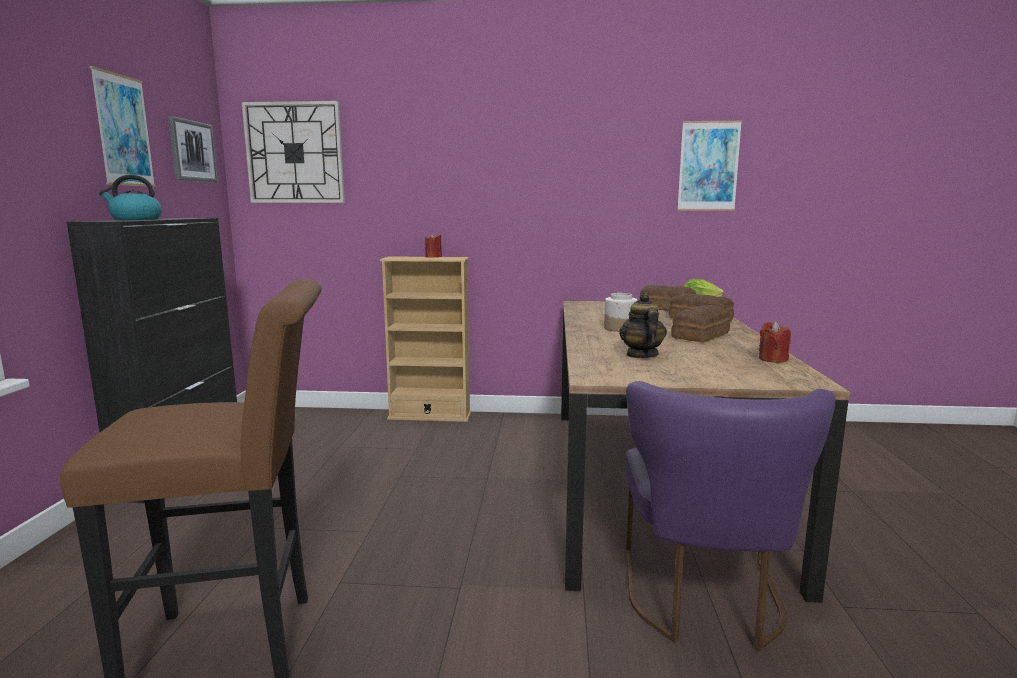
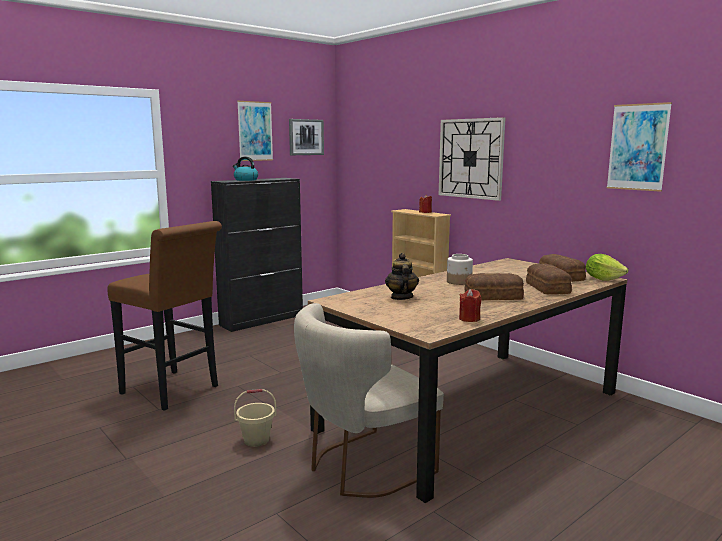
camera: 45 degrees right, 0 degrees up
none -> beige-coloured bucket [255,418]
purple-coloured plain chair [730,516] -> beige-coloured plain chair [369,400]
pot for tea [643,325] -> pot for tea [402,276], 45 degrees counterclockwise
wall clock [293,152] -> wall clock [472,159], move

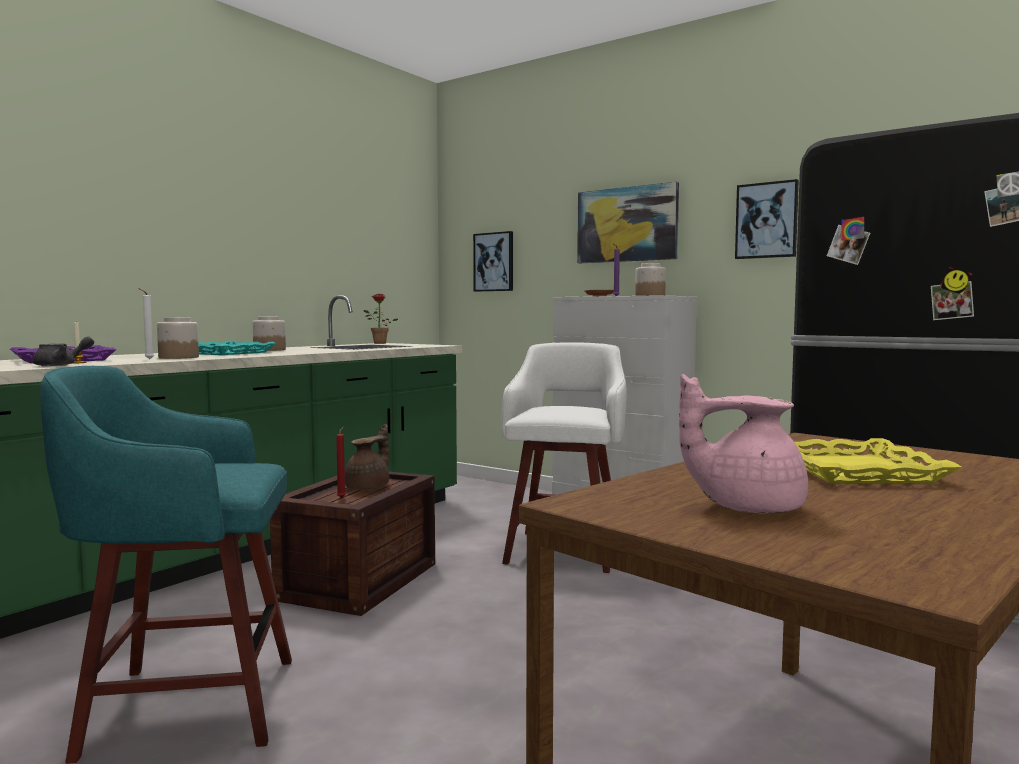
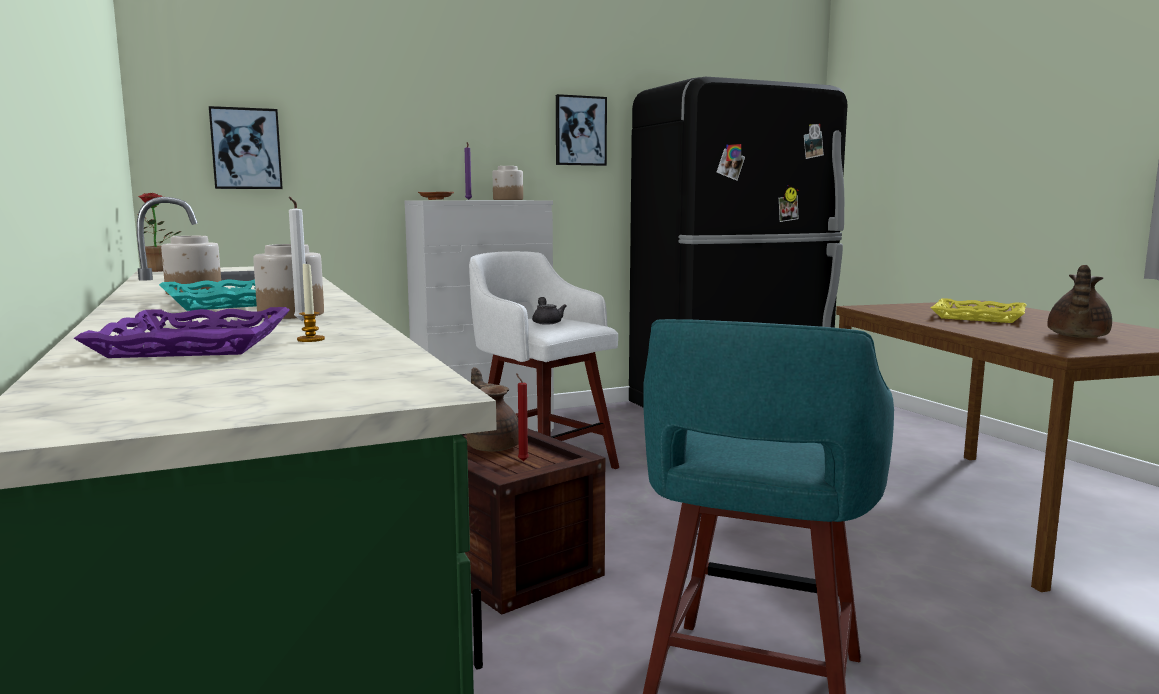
camera: 60 degrees left, 5 degrees up
gray pot for tea [63,351] -> gray pot for tea [549,311], move
pinkish pot for tea [743,444] -> brownish pot for tea [1079,301]
picture [628,222] -> none

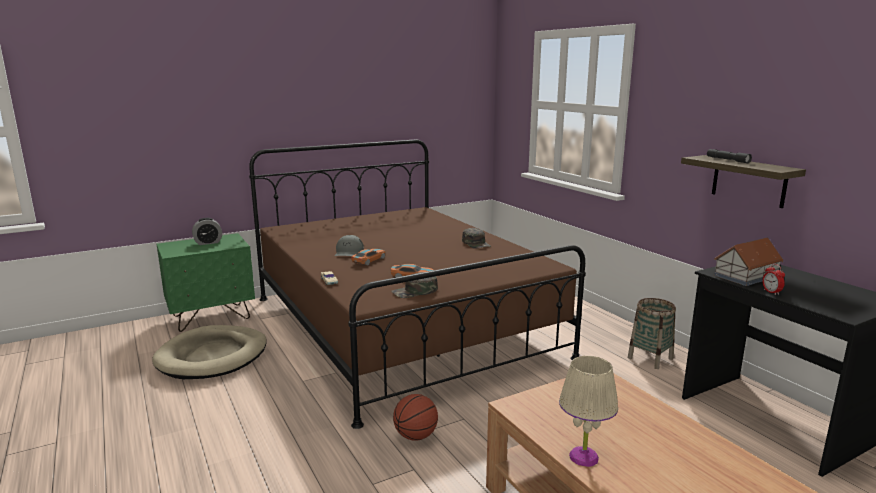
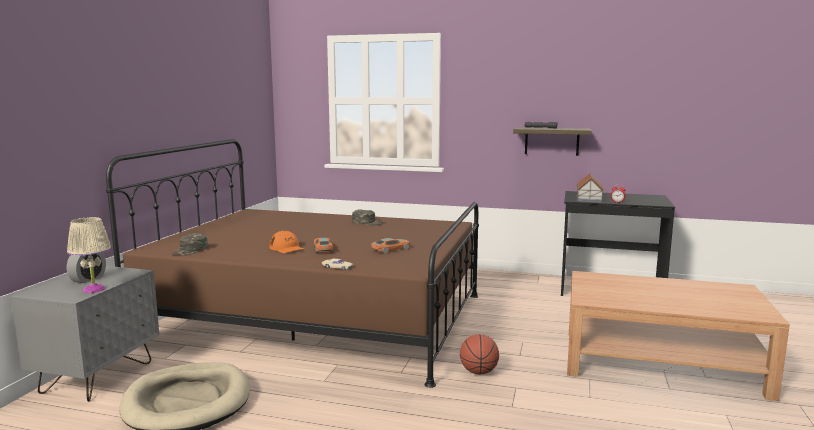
camera: 45 degrees left, 5 degrees down
green night table [206,282] -> gray night table [85,334]
beige-coloured table lamp [588,411] -> beige-coloured table lamp [89,255], move
green cap [414,285] -> green cap [189,244], move
gray cap [349,245] -> orange cap [287,242]
household basket [652,333] -> none

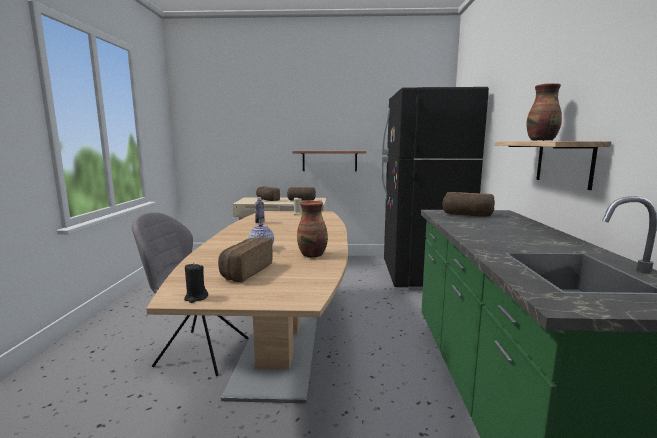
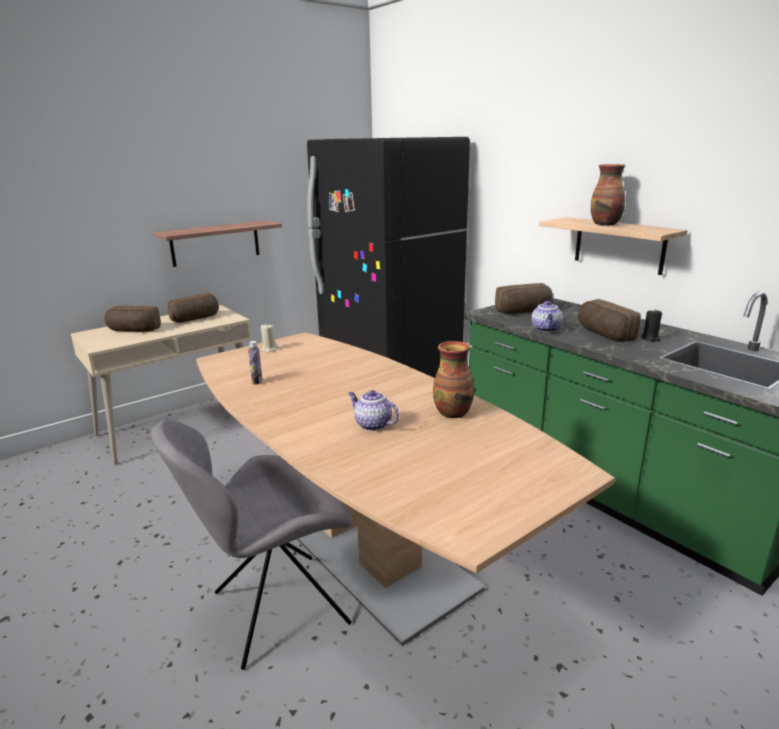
camera: 40 degrees left, 10 degrees up
none -> pot for tea [547,316]
bread [245,260] -> bread [609,320], move
black candle [196,283] -> black candle [651,325], move

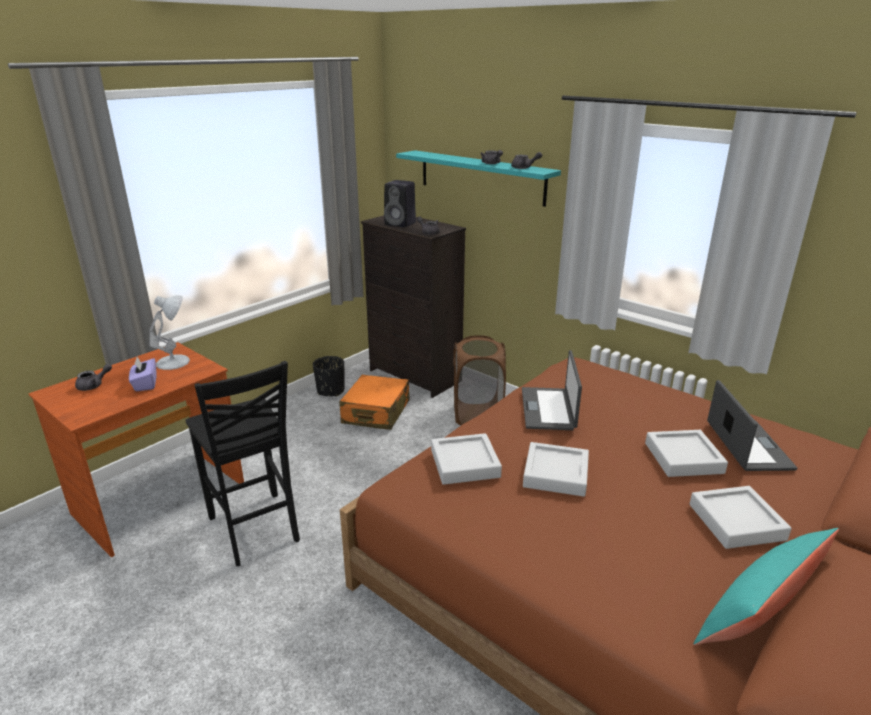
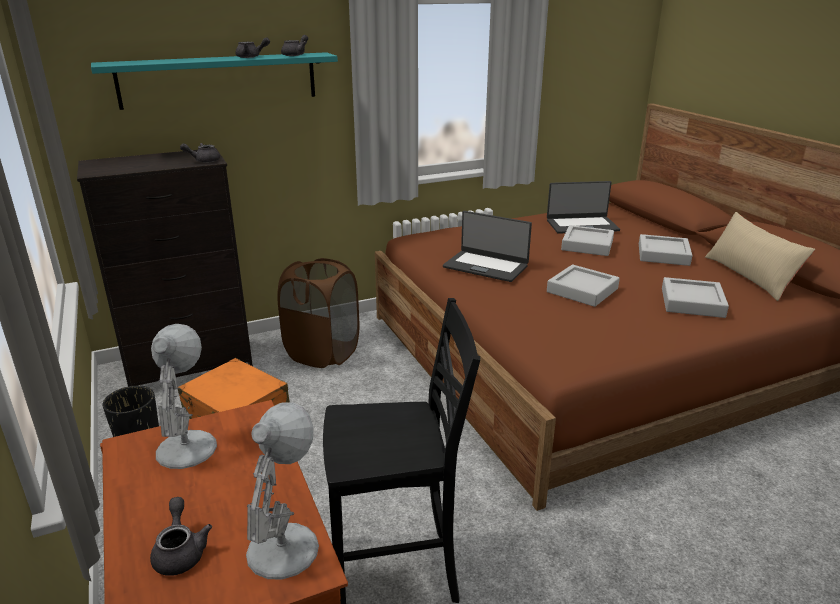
camera: 65 degrees left, 0 degrees up
none -> white table lamp [282,491]
notebook computer [752,425] -> notebook computer [583,207], 150 degrees clockwise
gray carrying tray [466,459] -> gray carrying tray [695,297], move
turquoise-coloured pillow [766,586] -> beige-coloured pillow [760,256]
purple-coloured tissue holder [142,374] -> none
black audio speaker [400,204] -> none

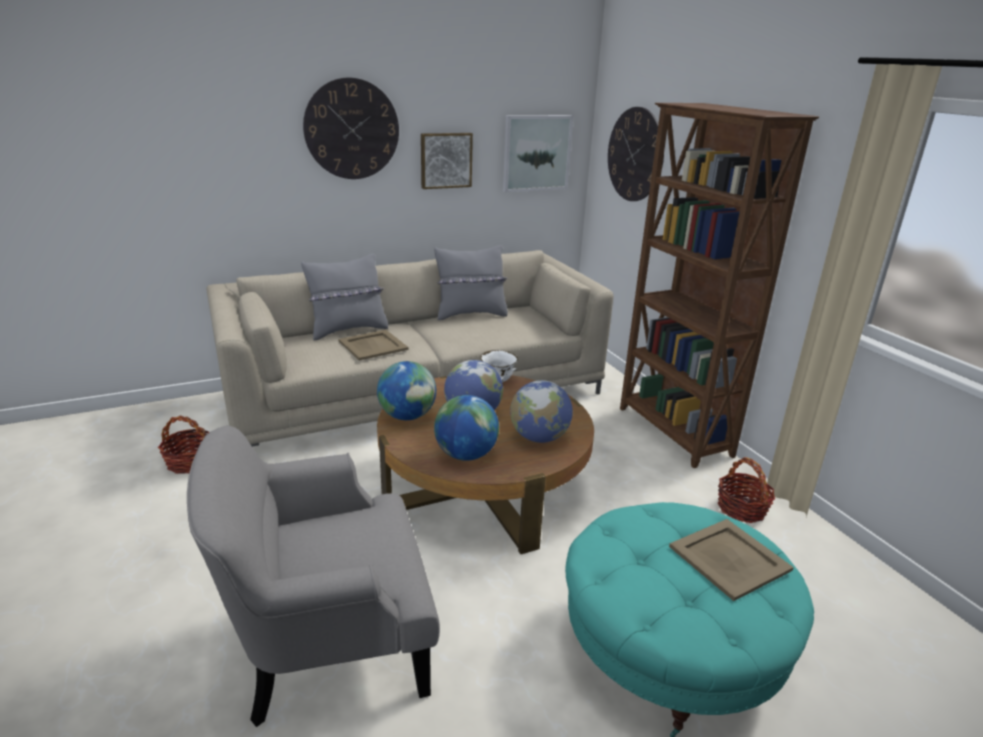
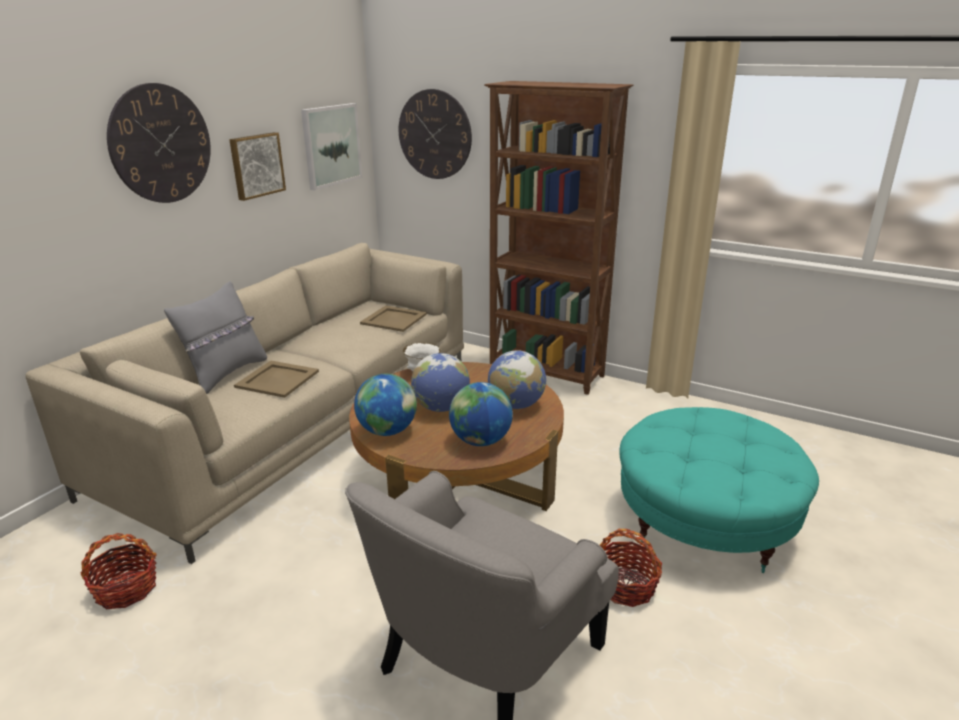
camera: 35 degrees left, 0 degrees up
beige-coloured carrying tray [731,560] -> beige-coloured carrying tray [393,318], move
household basket [746,490] -> household basket [631,568], move
gray pillow [471,282] -> none

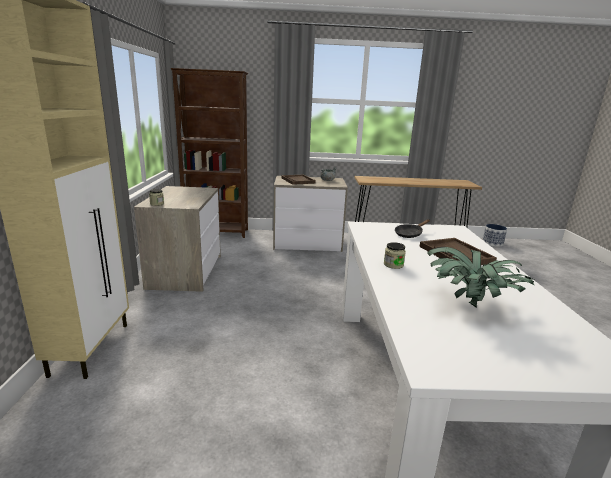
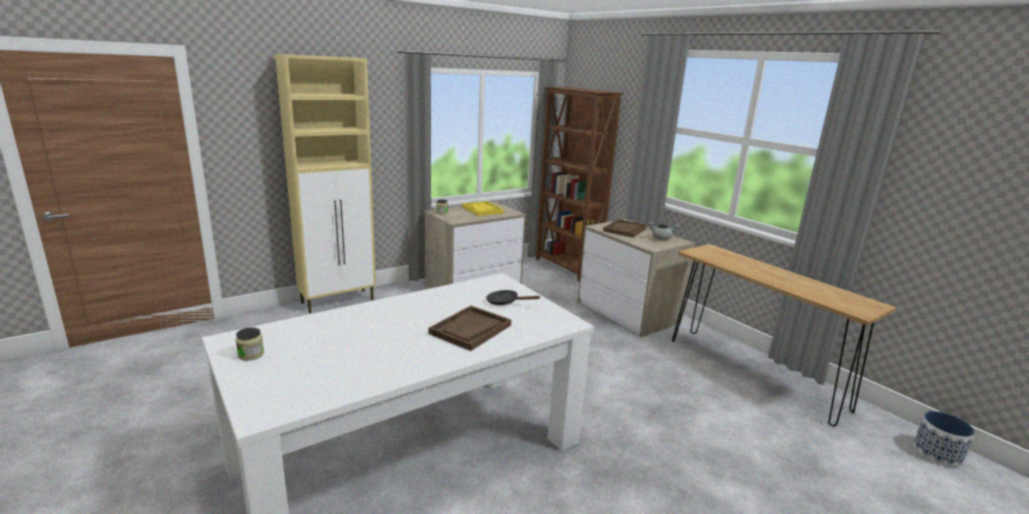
camera: 55 degrees right, 0 degrees up
jar [395,255] -> jar [250,344], move
none -> yellowish carrying tray [483,208]
plant in a pot [480,277] -> none

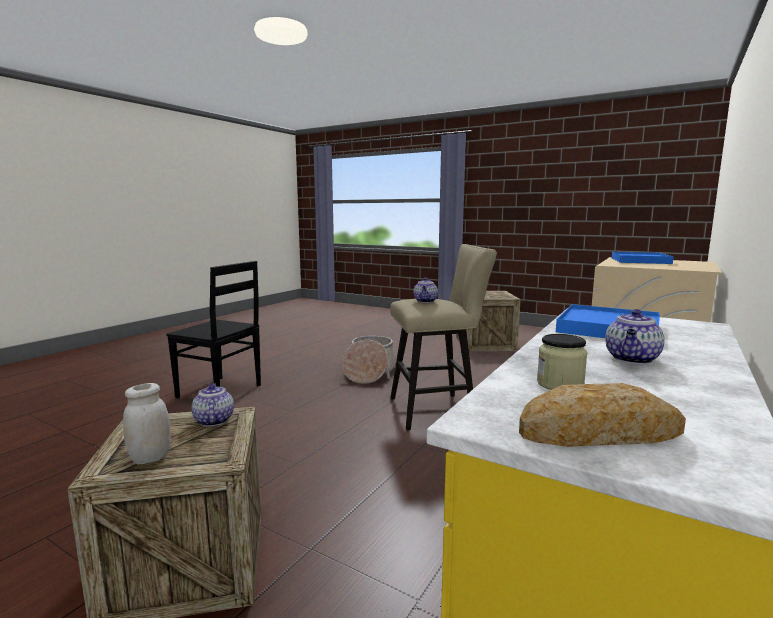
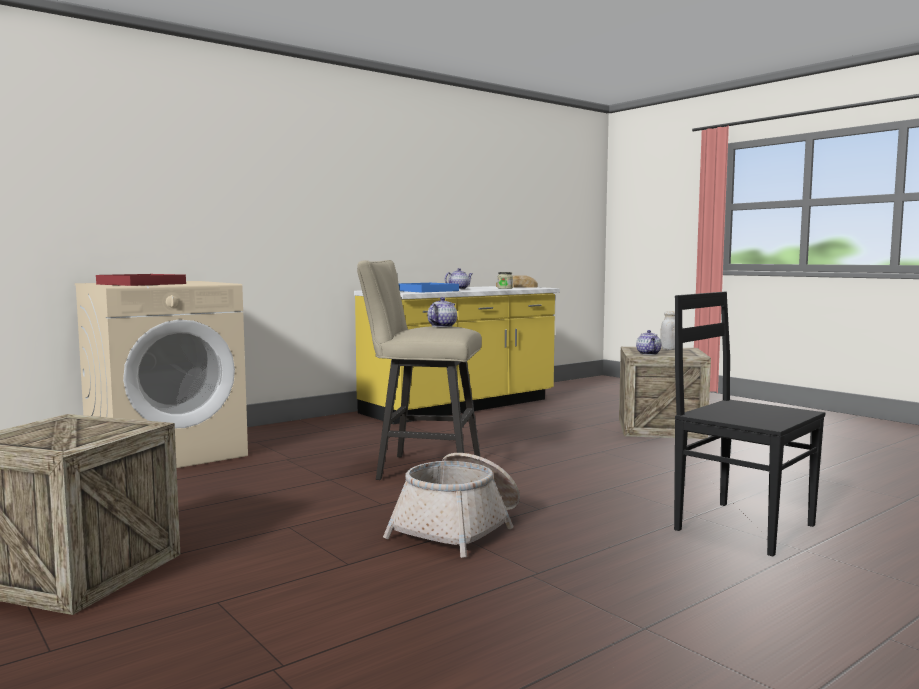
camera: 160 degrees left, 5 degrees down
blue-coloured carrying tray [643,258] -> red-coloured carrying tray [141,280]

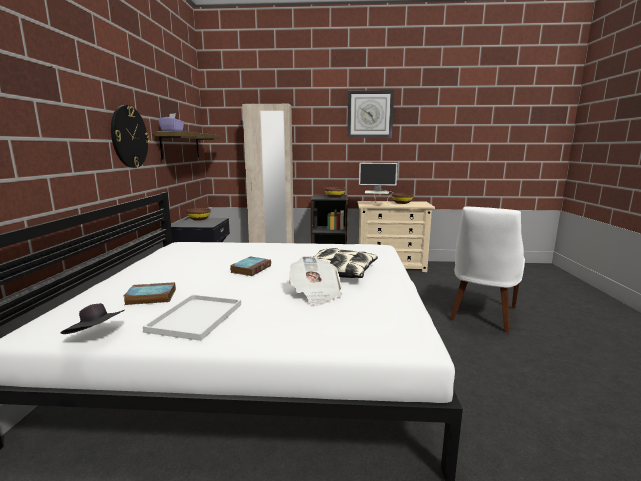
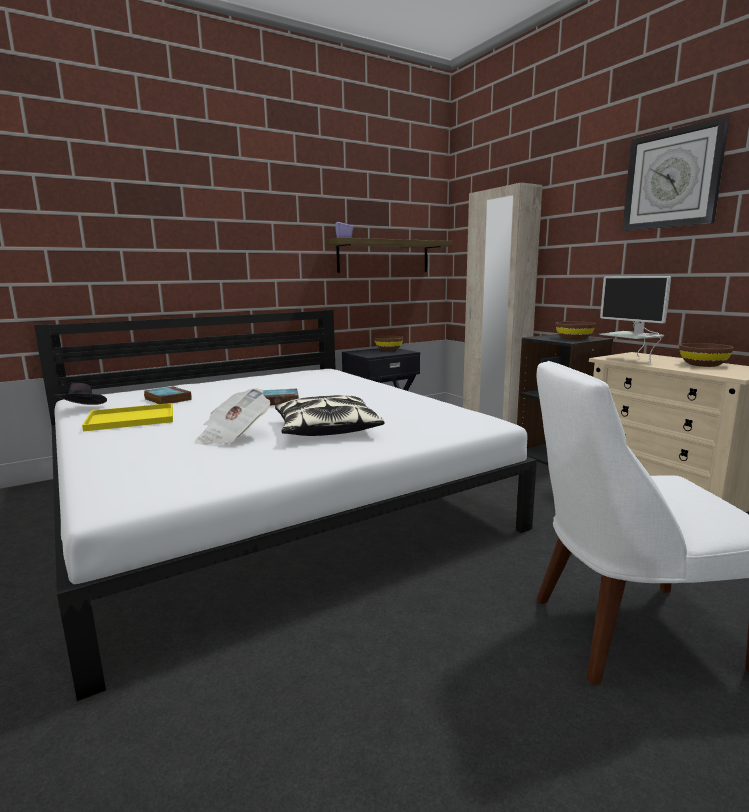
camera: 55 degrees right, 0 degrees up
white carrying tray [192,318] -> yellowish carrying tray [127,417]
wall clock [130,136] -> none

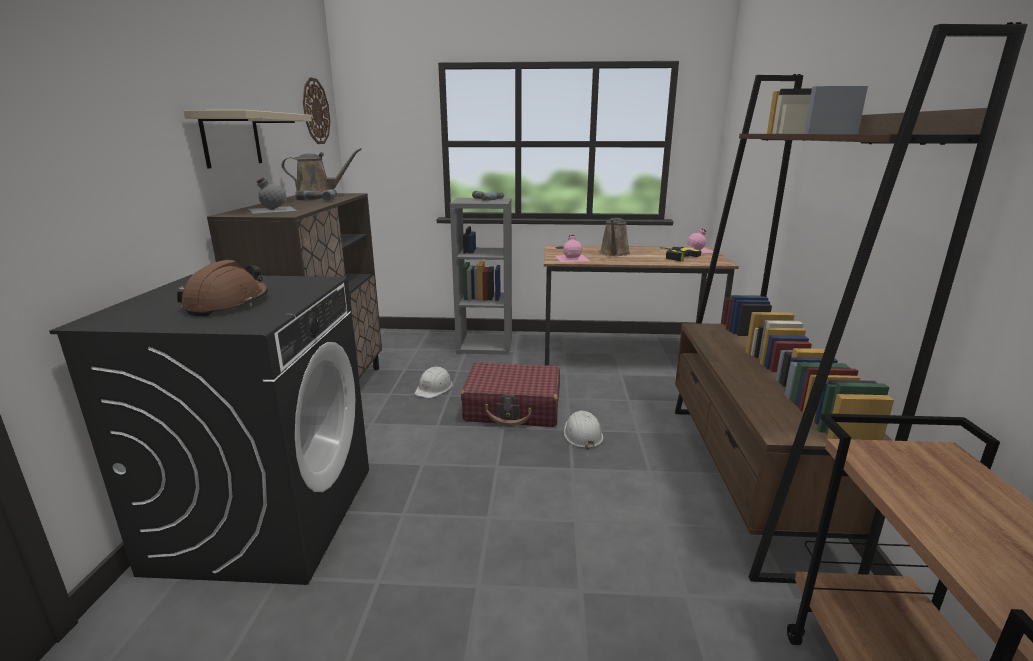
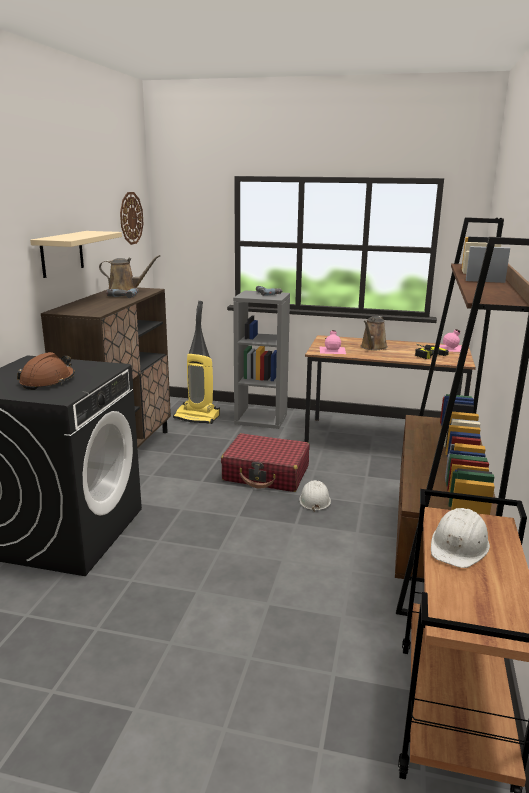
camera: 10 degrees right, 0 degrees up
none -> vacuum [196,362]
white hard hat [434,382] -> white hard hat [460,538], move
gray beverage bottle [273,196] -> none

